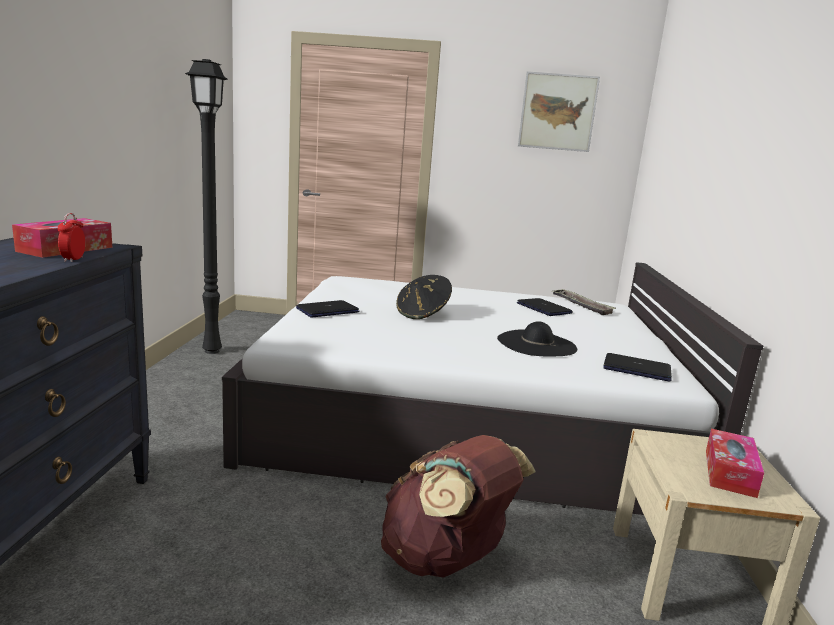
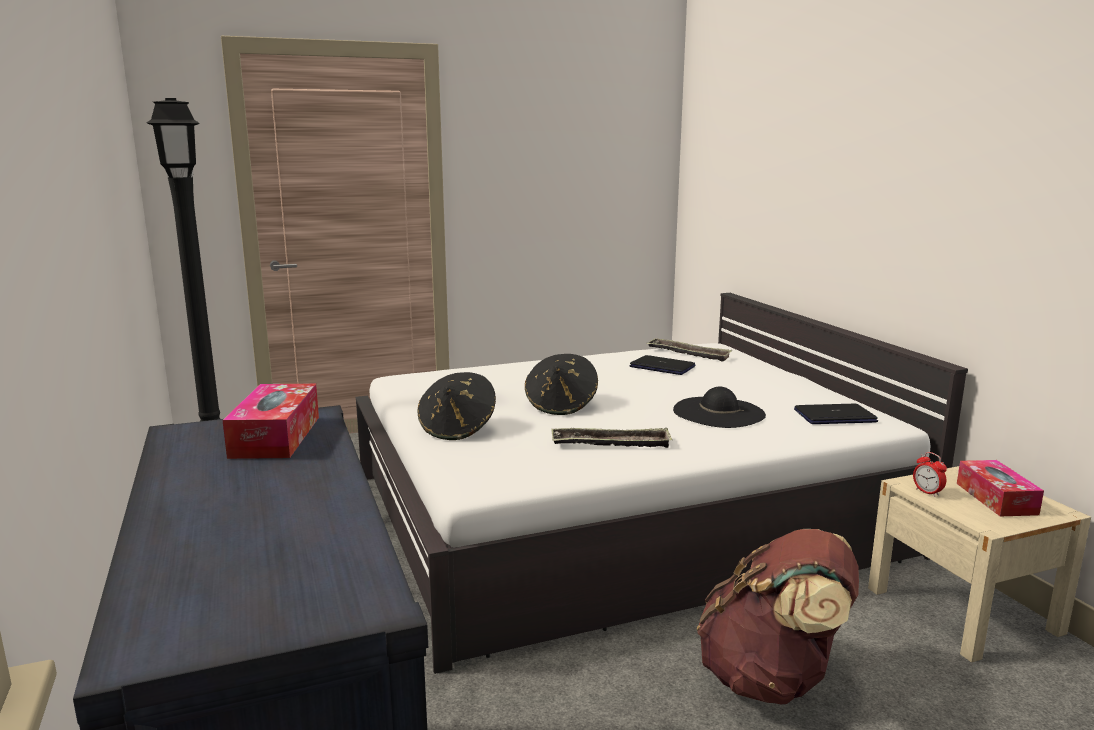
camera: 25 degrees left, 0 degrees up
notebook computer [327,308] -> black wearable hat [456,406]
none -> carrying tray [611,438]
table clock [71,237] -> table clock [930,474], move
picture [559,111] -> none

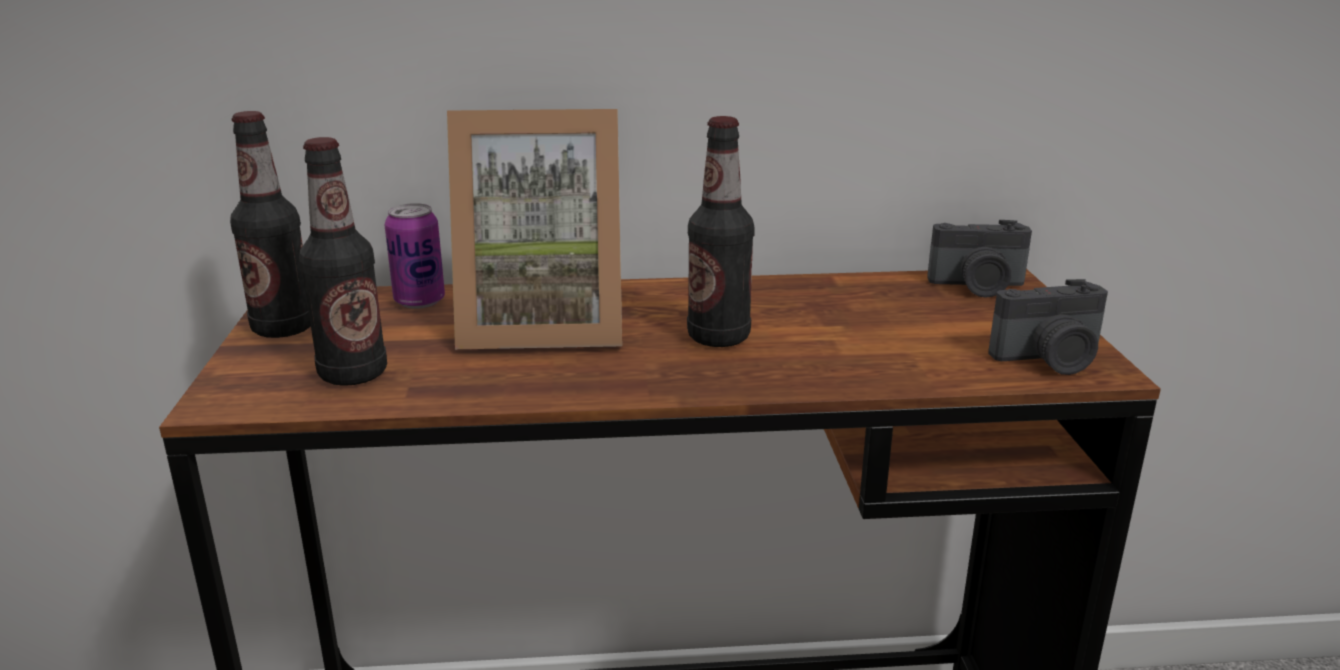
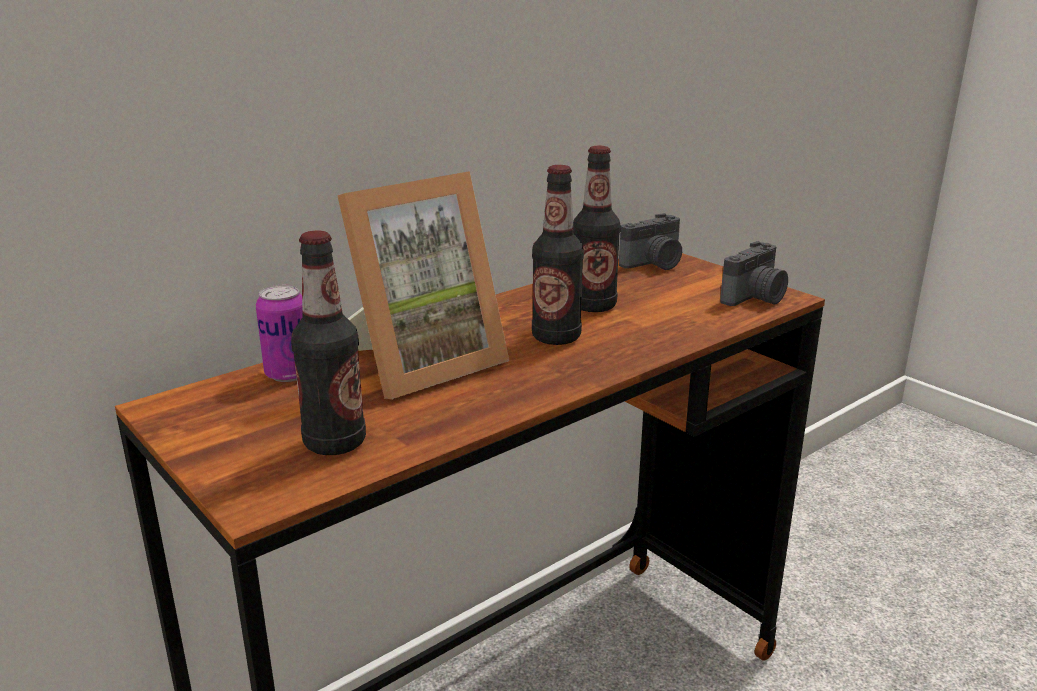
camera: 35 degrees left, 0 degrees up
beverage bottle [270,224] -> beverage bottle [597,229], move

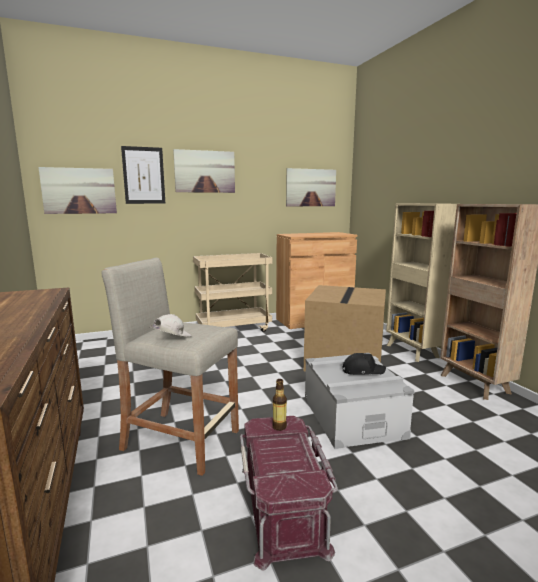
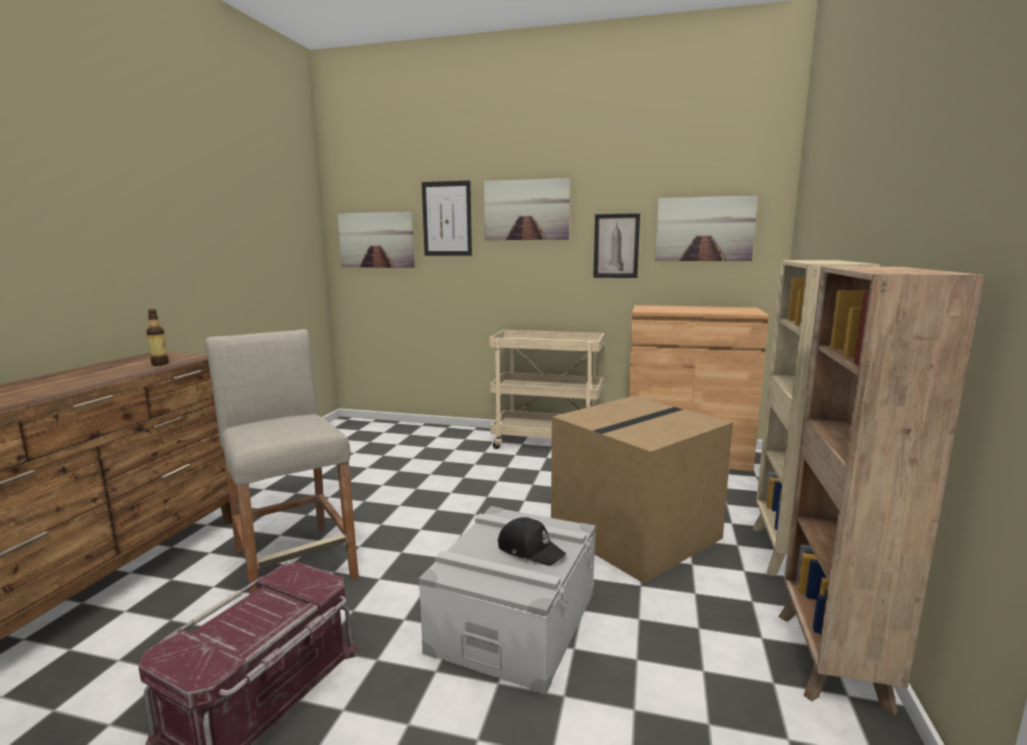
camera: 35 degrees right, 0 degrees up
beverage bottle [279,405] -> beverage bottle [157,337], move
none -> picture [616,245]
white cap [171,325] -> none

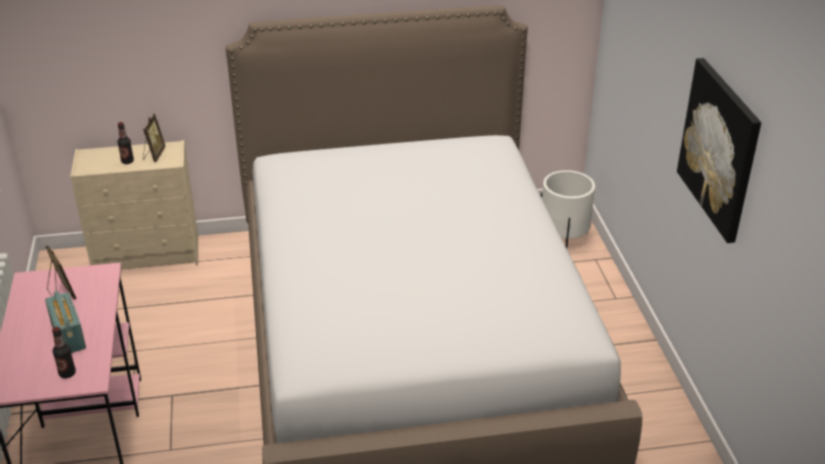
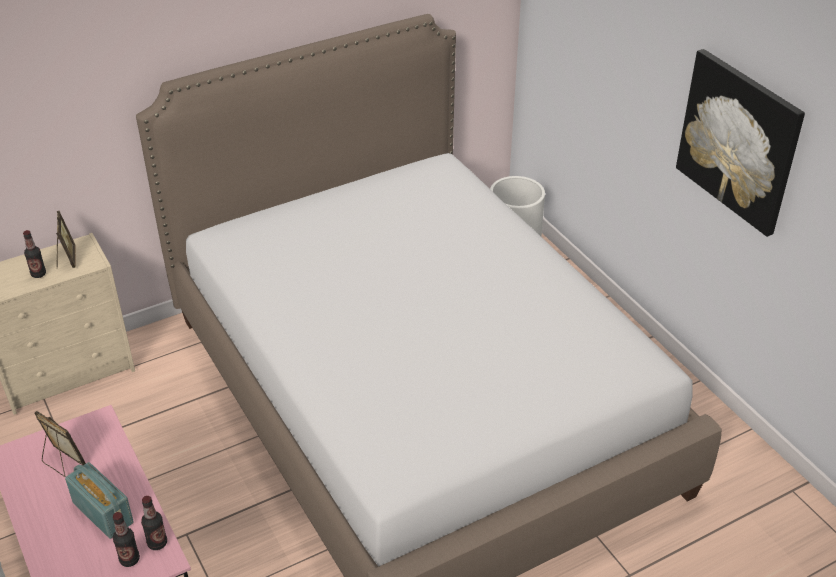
camera: 20 degrees left, 5 degrees up
none -> beverage bottle [154,523]

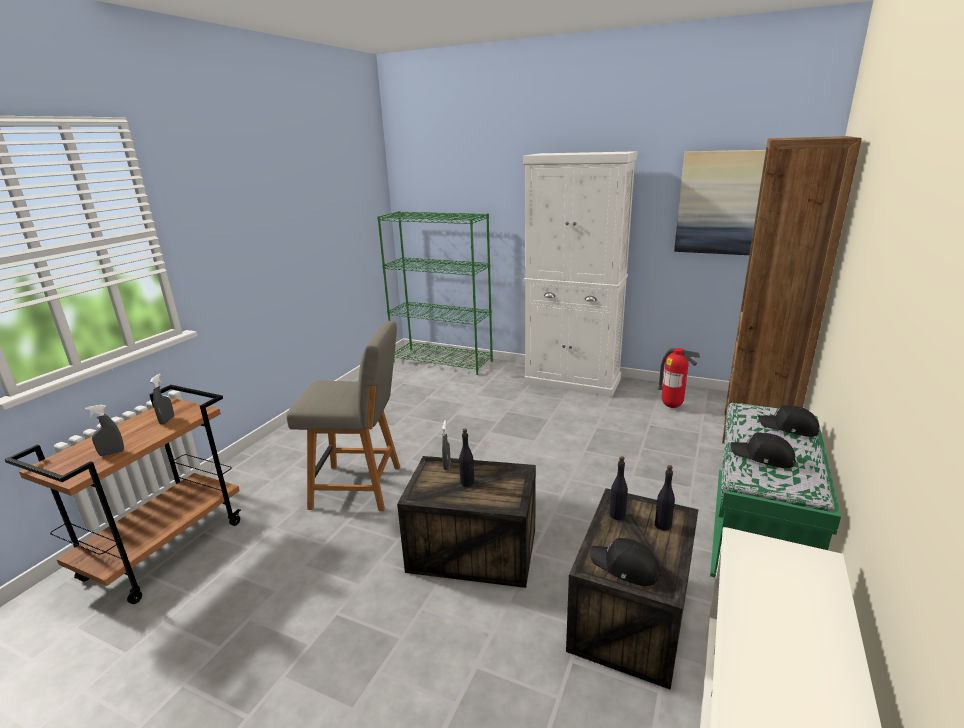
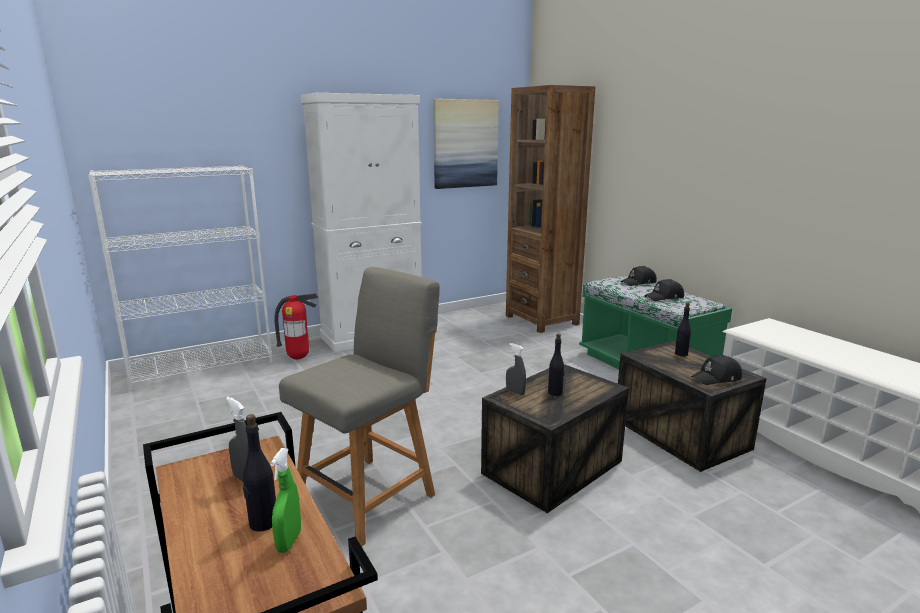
camera: 55 degrees left, 5 degrees down
green shelving unit [435,293] -> white shelving unit [180,278]
black beverage bottle [618,488] -> black beverage bottle [259,472], move
gray spray bottle [104,430] -> green spray bottle [285,500]
fire-fighting cylinder [679,378] -> fire-fighting cylinder [296,326], move

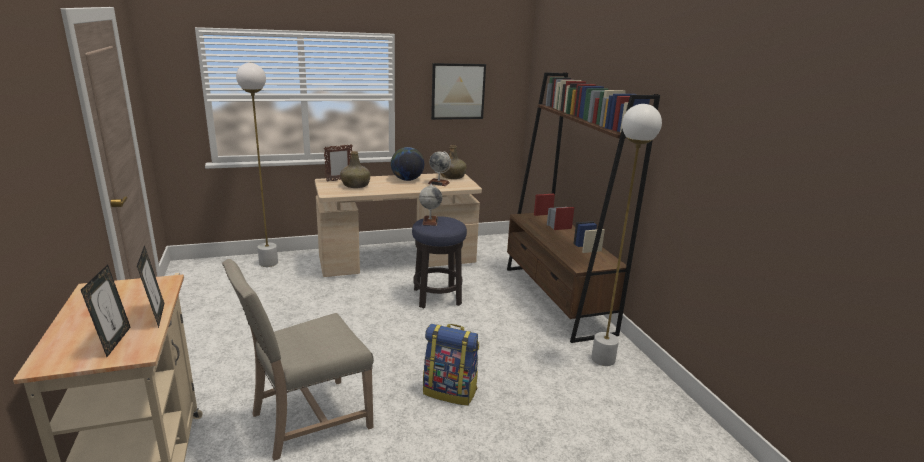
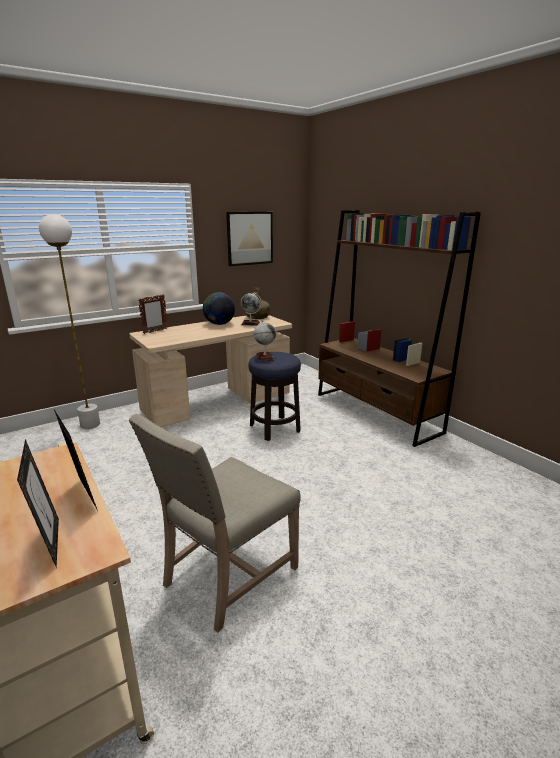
camera: 15 degrees left, 0 degrees up
green beverage bottle [355,169] -> none
backpack [451,365] -> none
white standard lamp [626,235] -> none

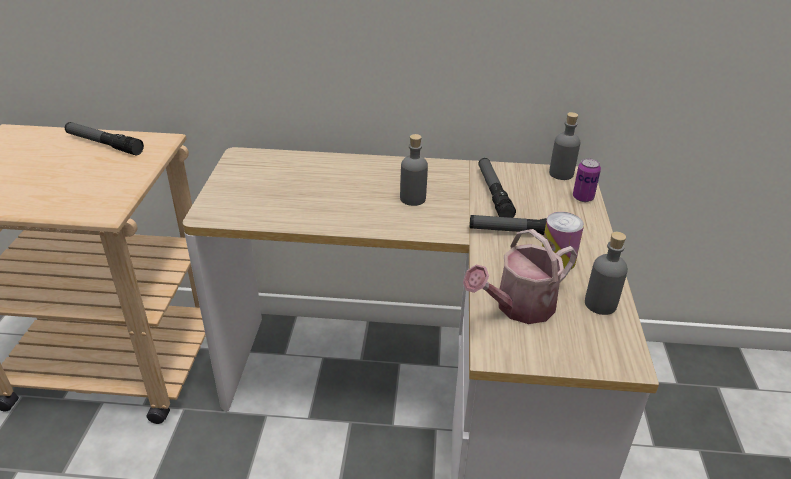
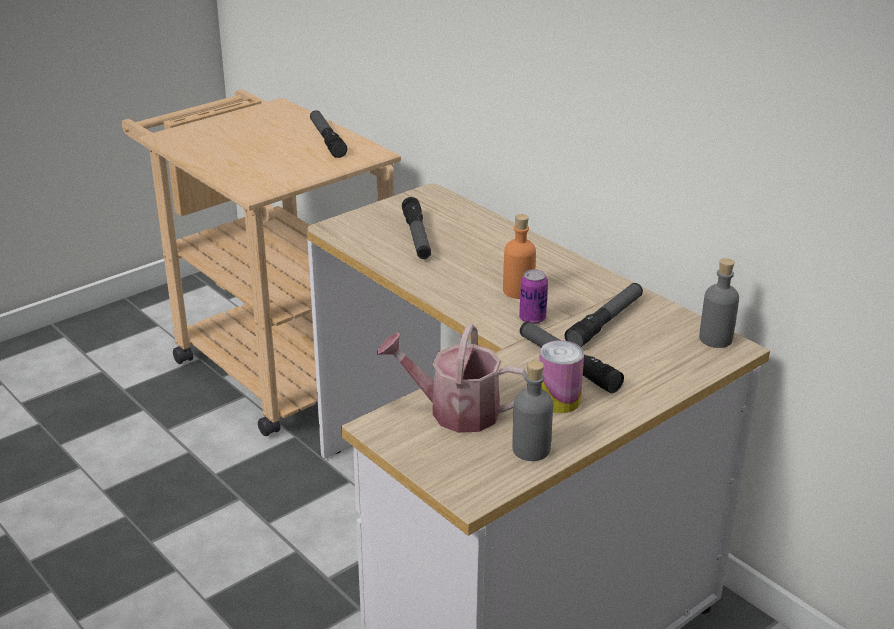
camera: 45 degrees right, 5 degrees down
none -> hand torch [416,228]
gray beverage bottle [414,170] -> orange beverage bottle [519,256]
metal can [587,180] -> metal can [533,296], move

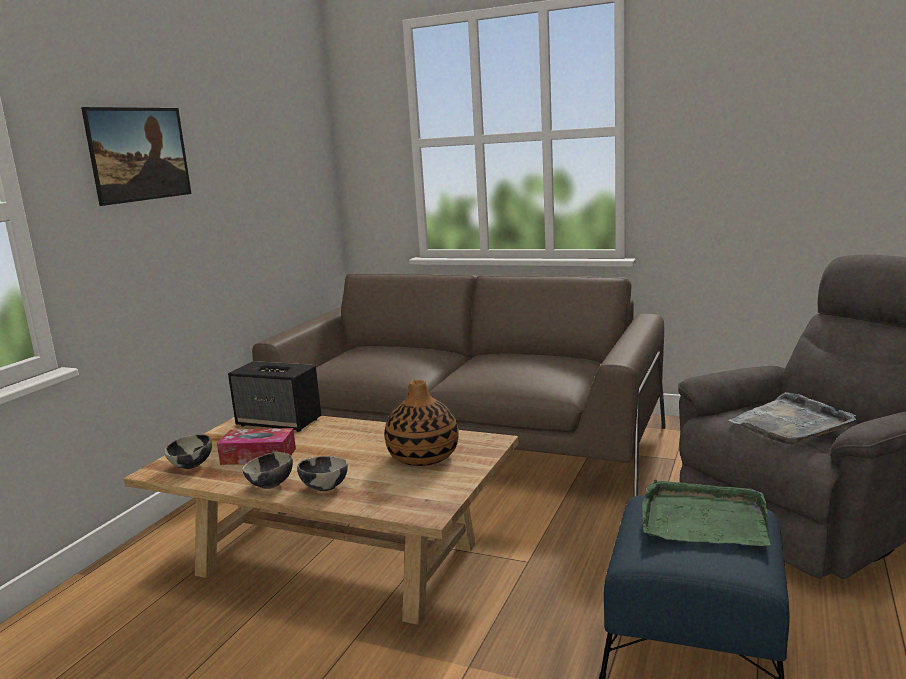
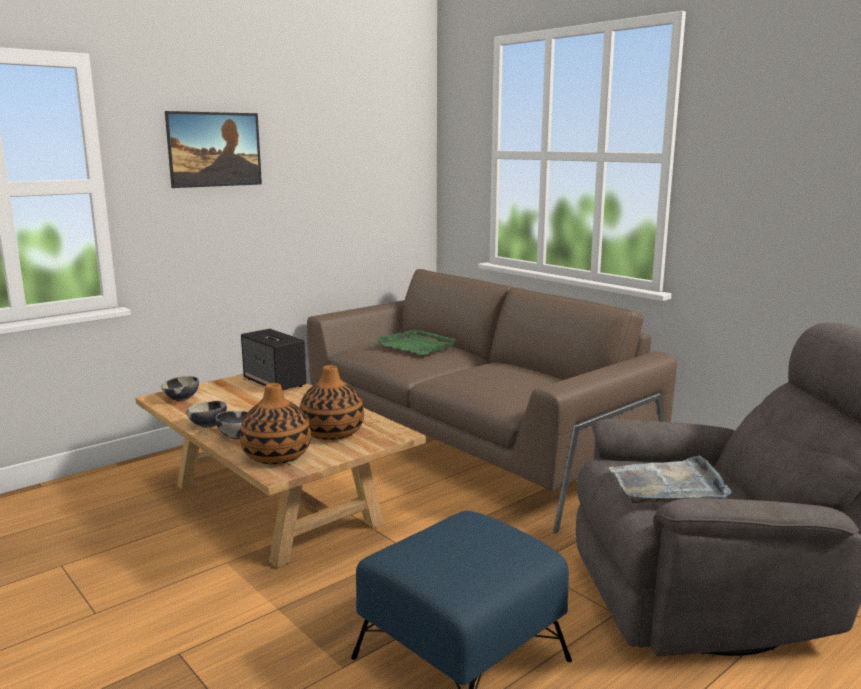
camera: 25 degrees right, 0 degrees up
none -> vase [275,423]
green carrying tray [706,512] -> green carrying tray [415,342], move
tissue holder [256,446] -> none

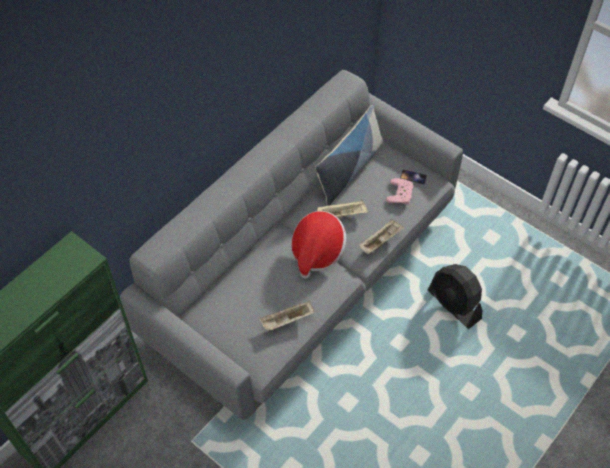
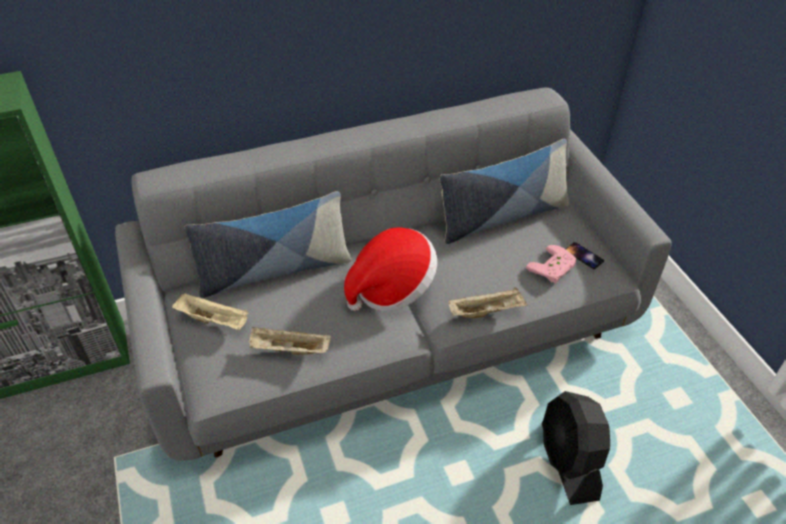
camera: 30 degrees right, 10 degrees down
beige-coloured carrying tray [342,209] -> beige-coloured carrying tray [210,311], move
none -> pillow [267,244]

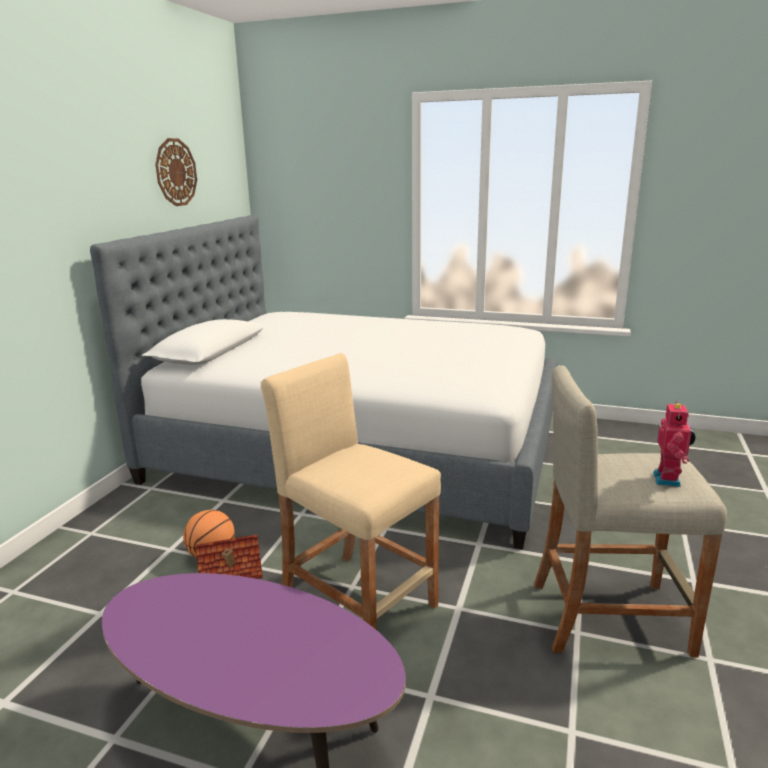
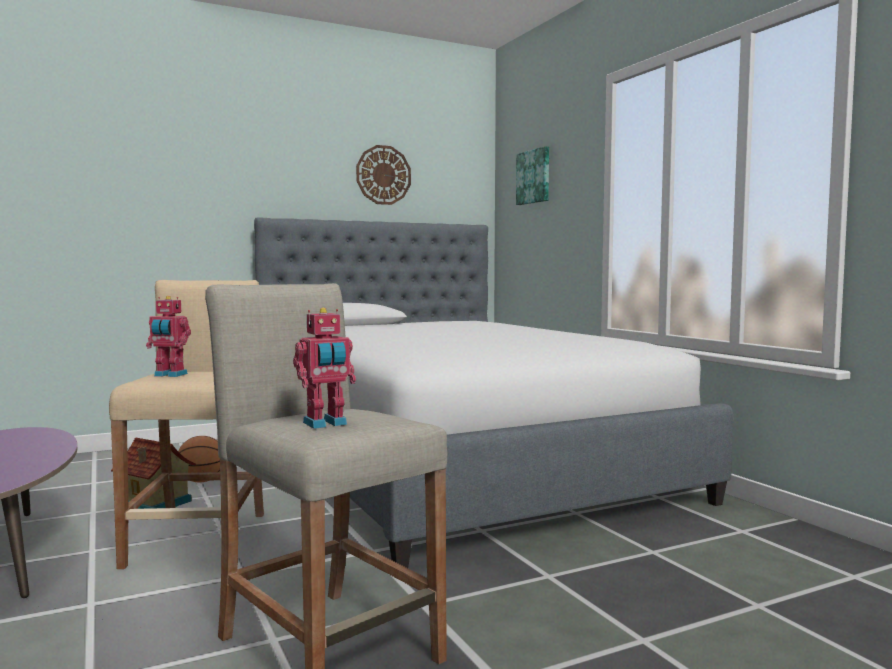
camera: 45 degrees right, 15 degrees down
none -> toy robot [168,336]
none -> picture [532,175]

